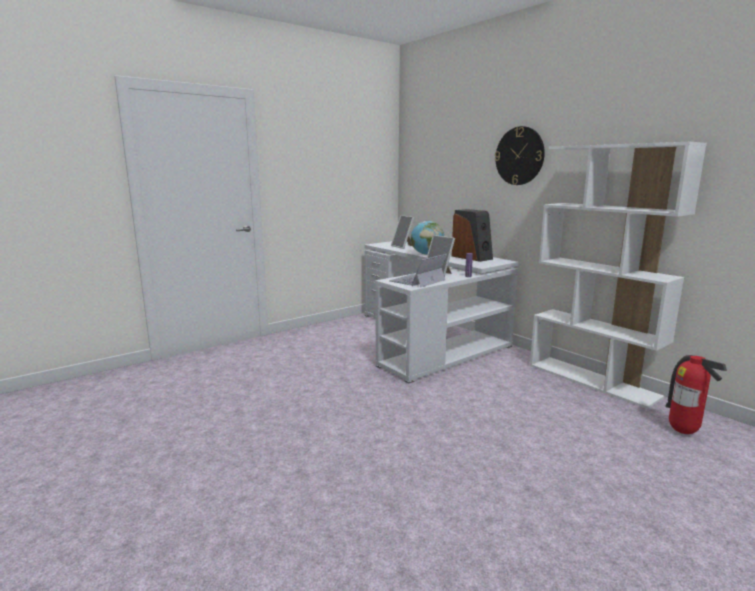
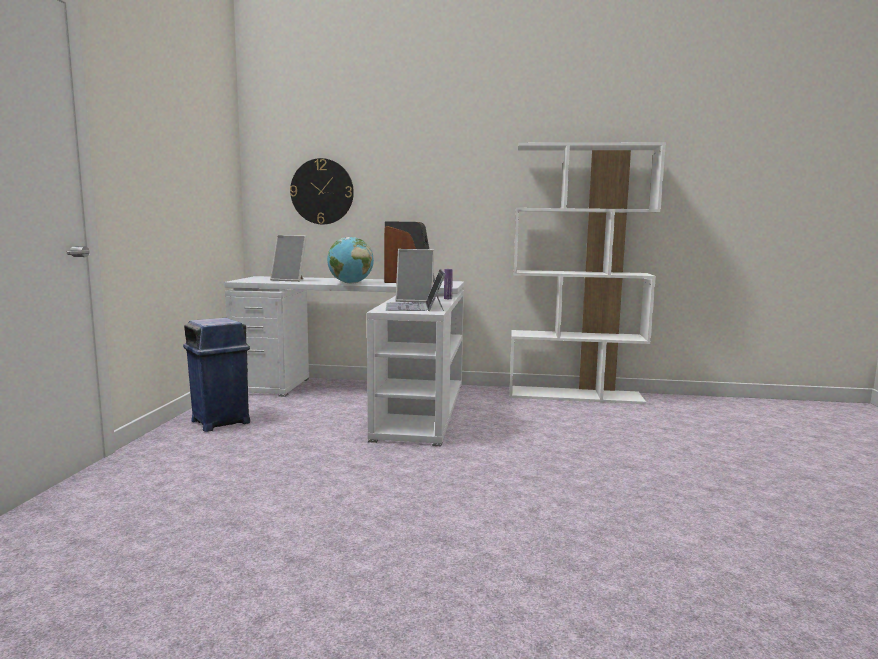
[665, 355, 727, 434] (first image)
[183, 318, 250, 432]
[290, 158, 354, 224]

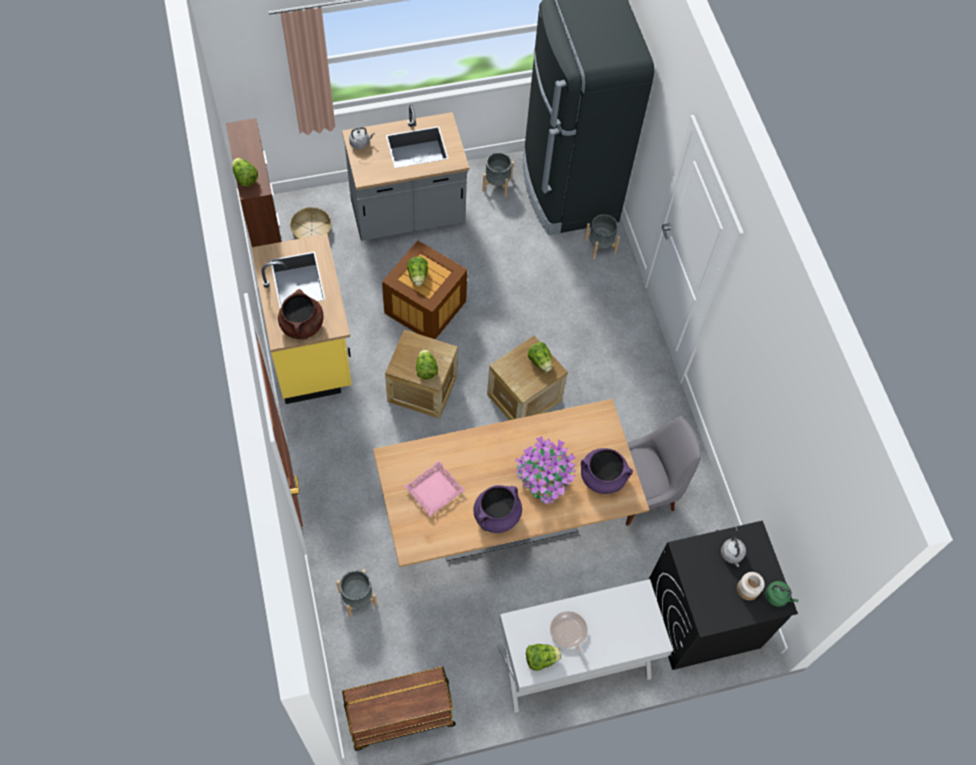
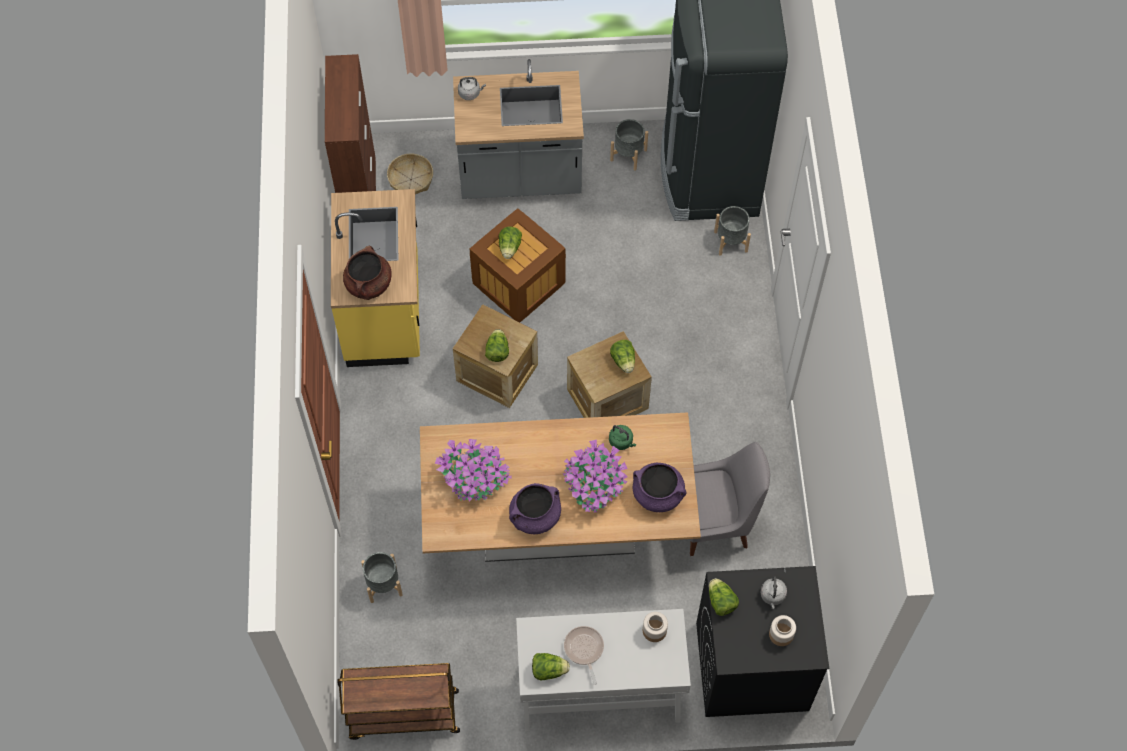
[643, 612, 668, 642]
[709, 578, 739, 616]
[609, 425, 637, 450]
[435, 439, 512, 502]

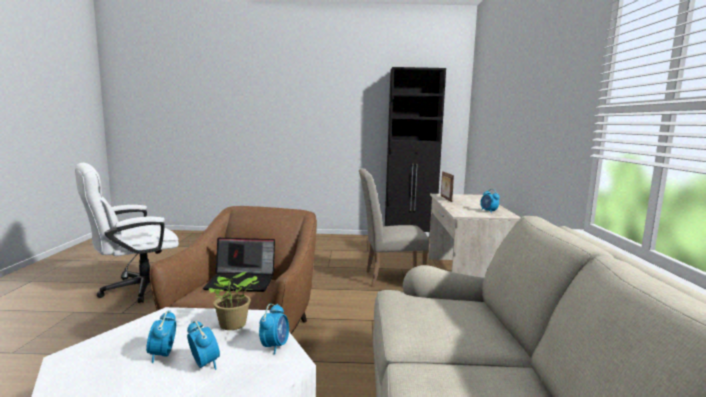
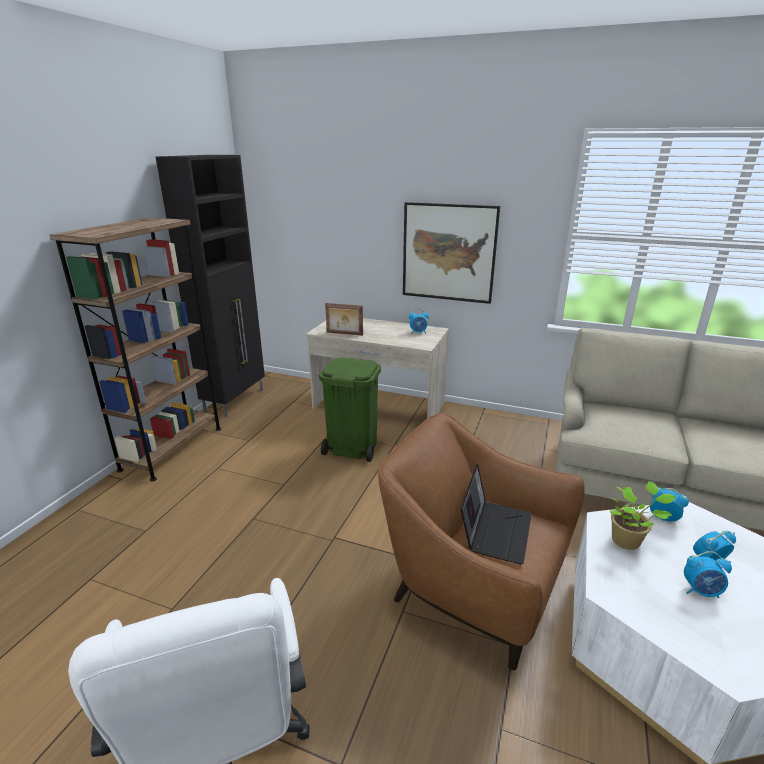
[50, 217, 221, 481]
[403, 202, 500, 304]
[319, 358, 381, 462]

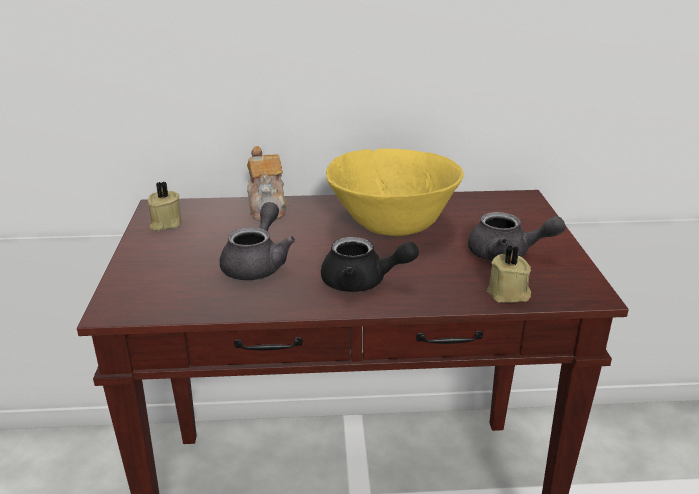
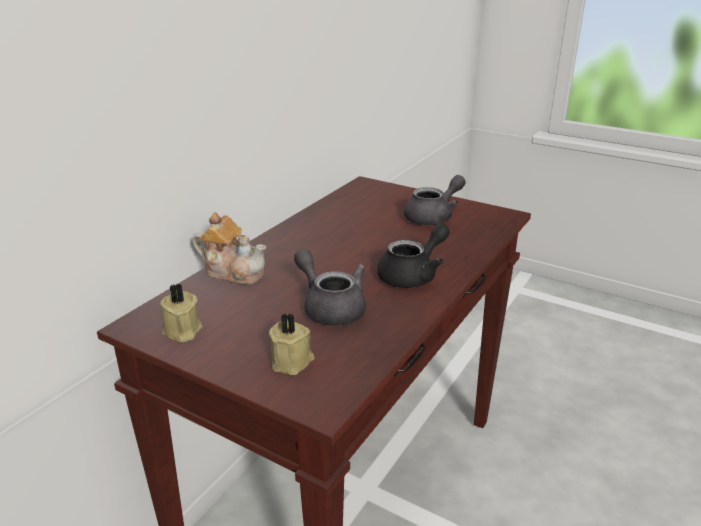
[326, 148, 464, 236] (first image)
[269, 313, 314, 375]

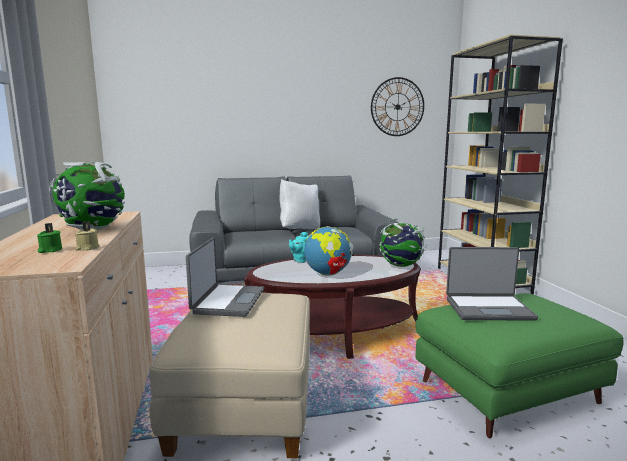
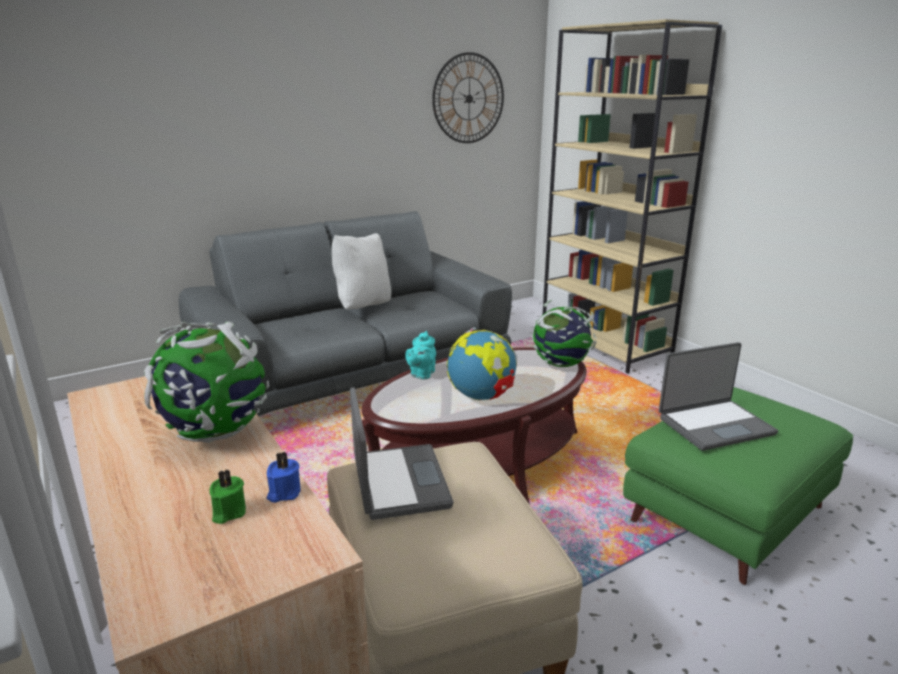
[267, 452, 301, 503]

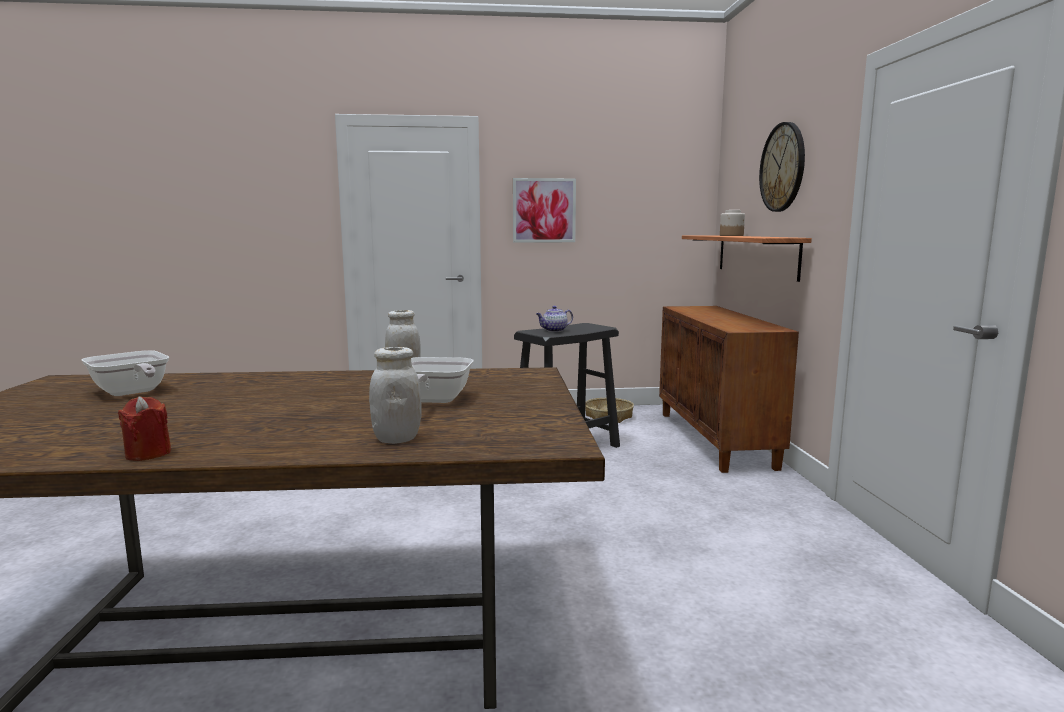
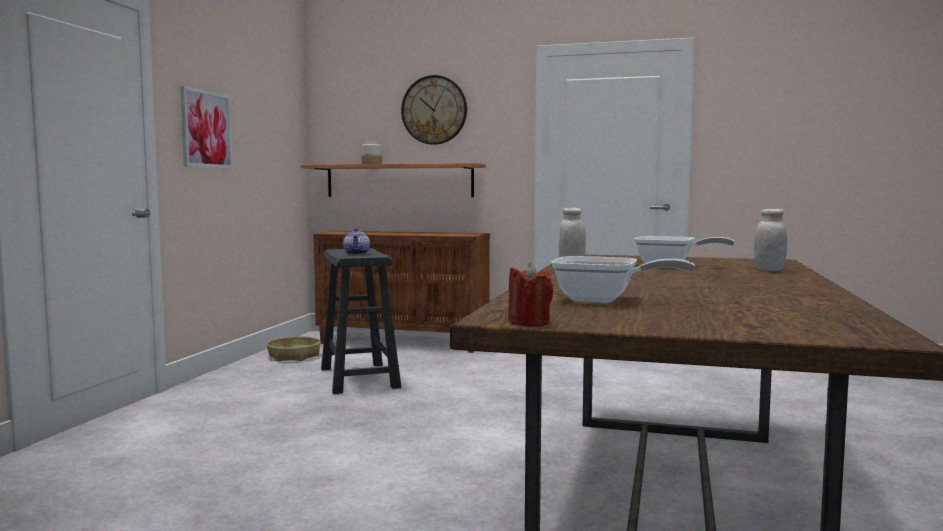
[508, 263, 553, 326]
[551, 256, 695, 303]

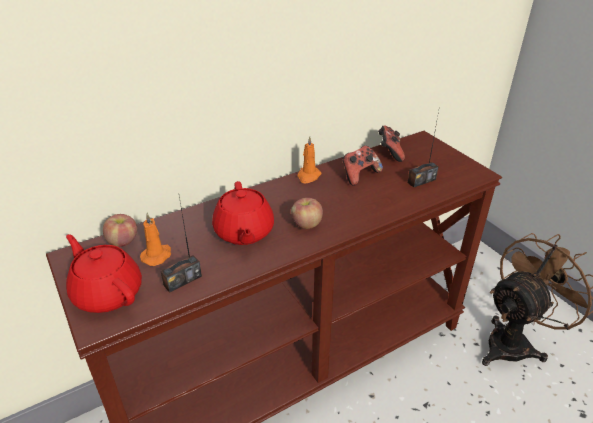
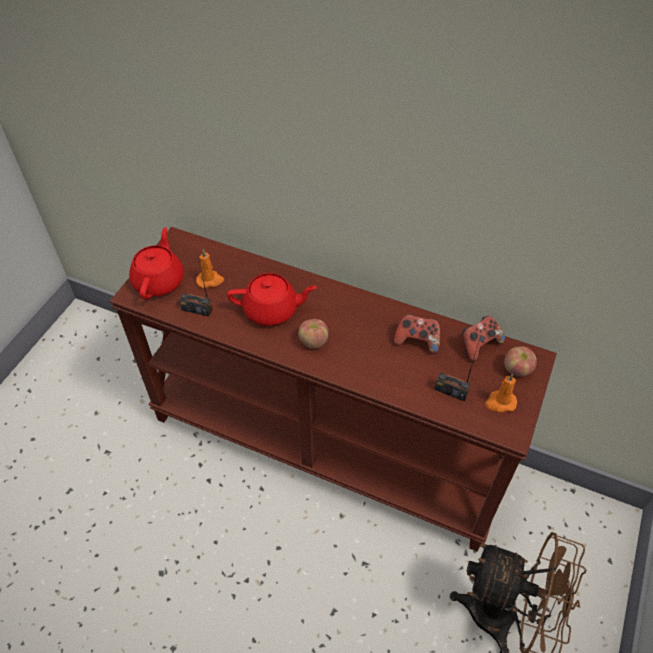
[504, 346, 537, 377]
[485, 373, 517, 413]
[227, 273, 317, 326]

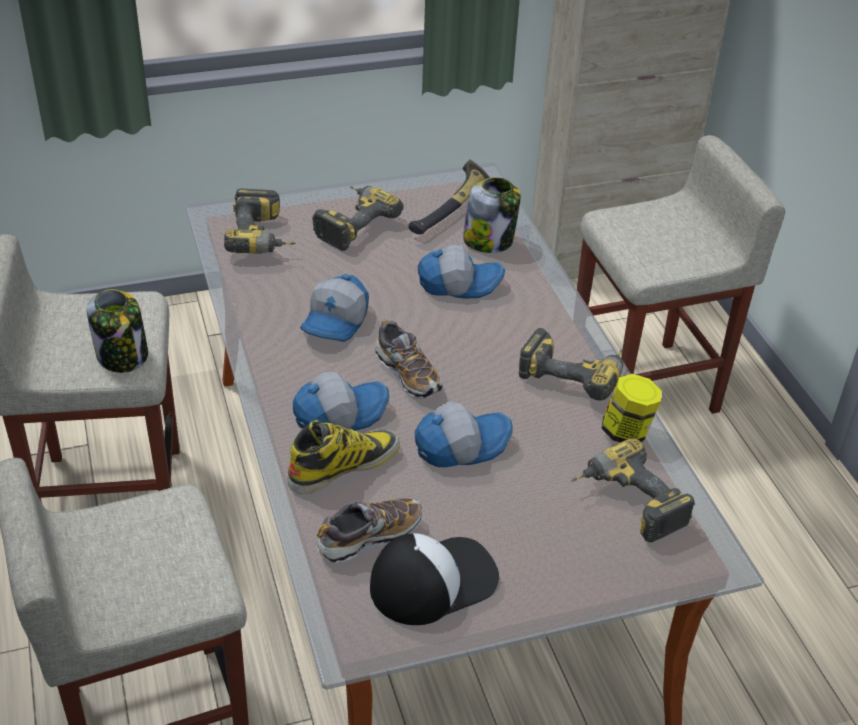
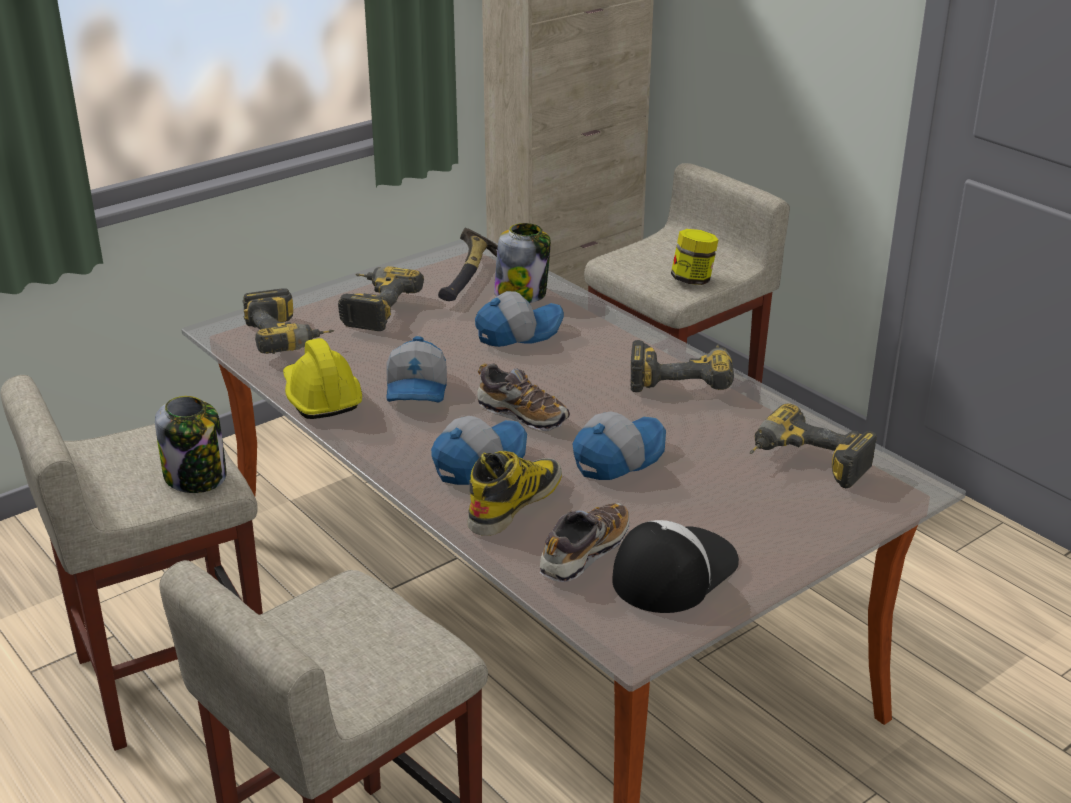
[283, 338, 362, 419]
[671, 229, 718, 285]

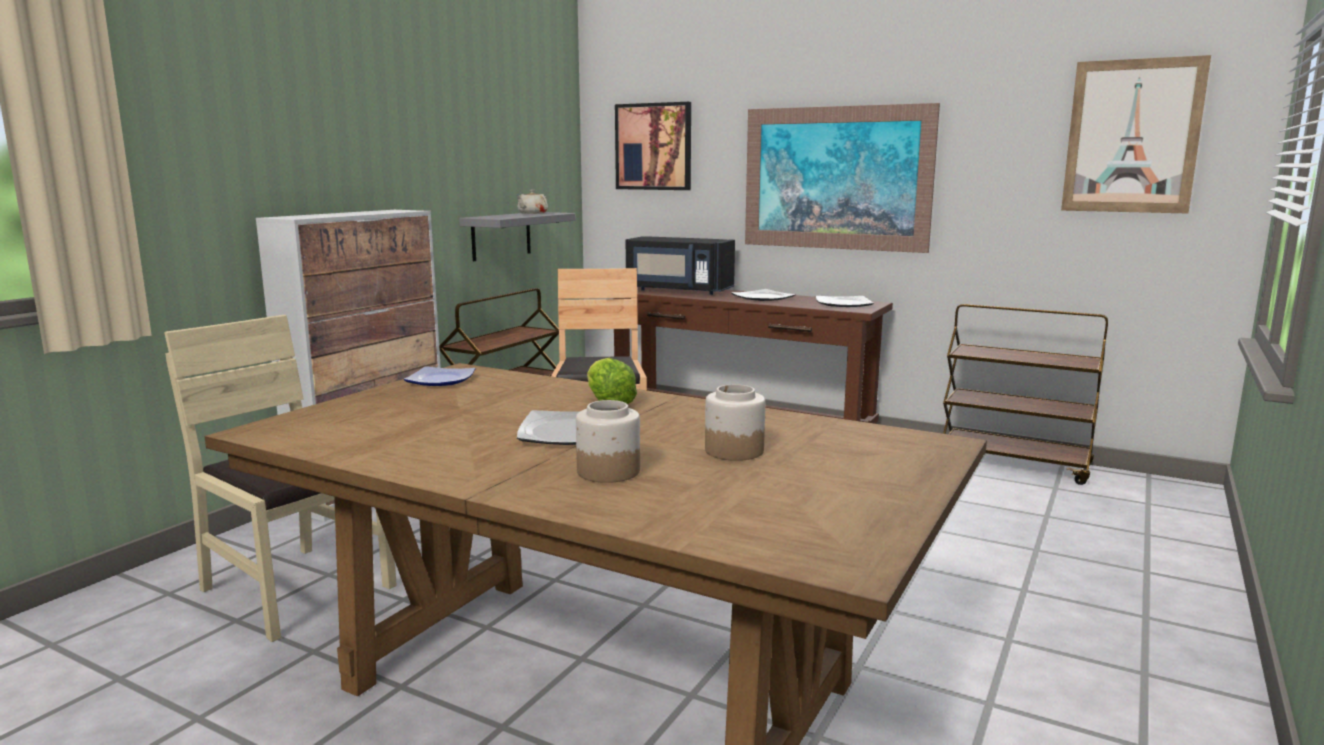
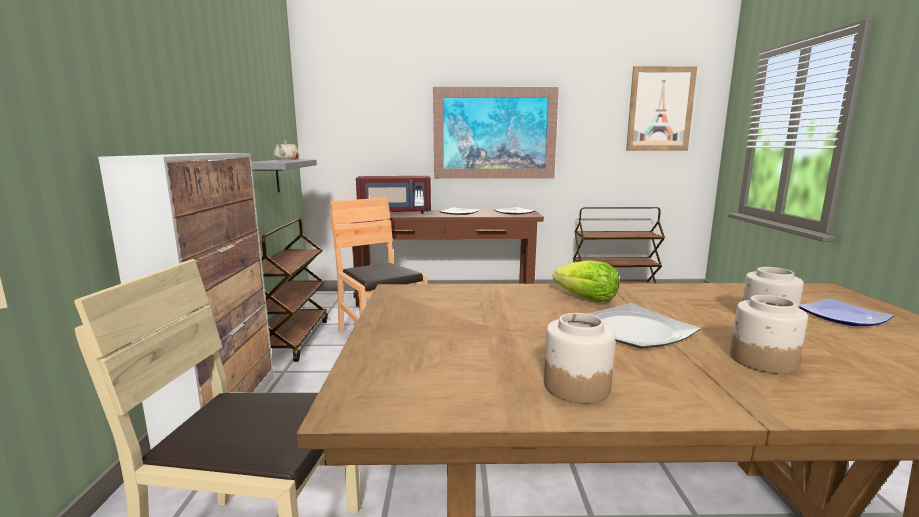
[615, 102, 691, 190] (first image)
[544, 313, 616, 404]
[799, 298, 894, 326]
[356, 176, 431, 214]

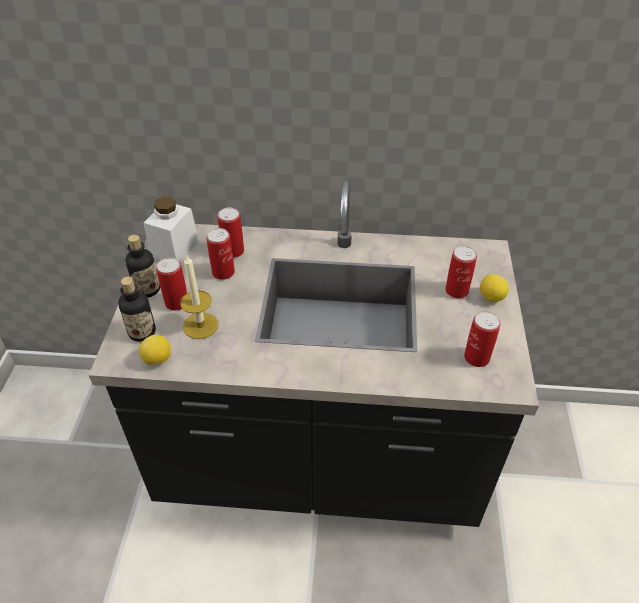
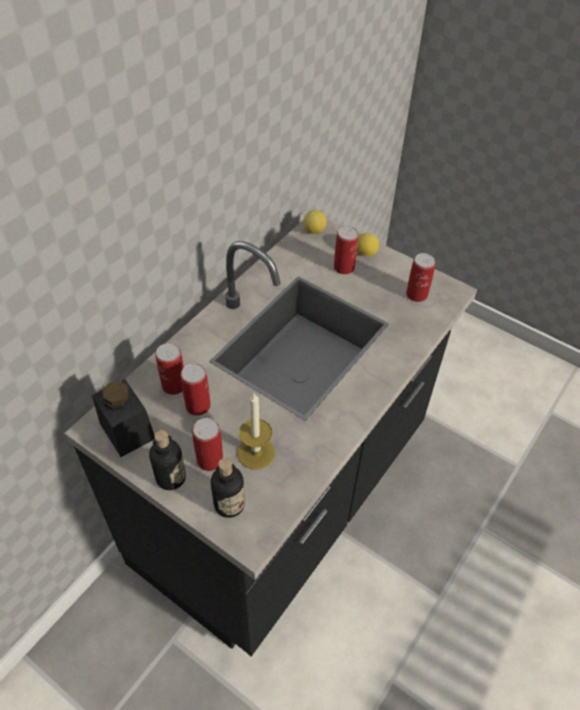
[303, 210, 327, 234]
[92, 379, 155, 457]

